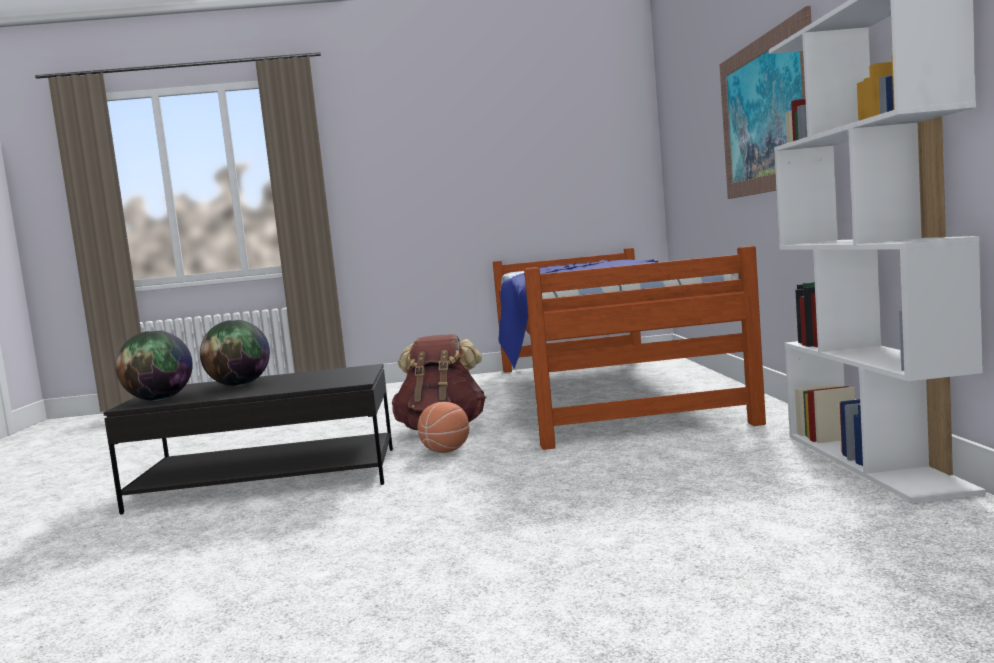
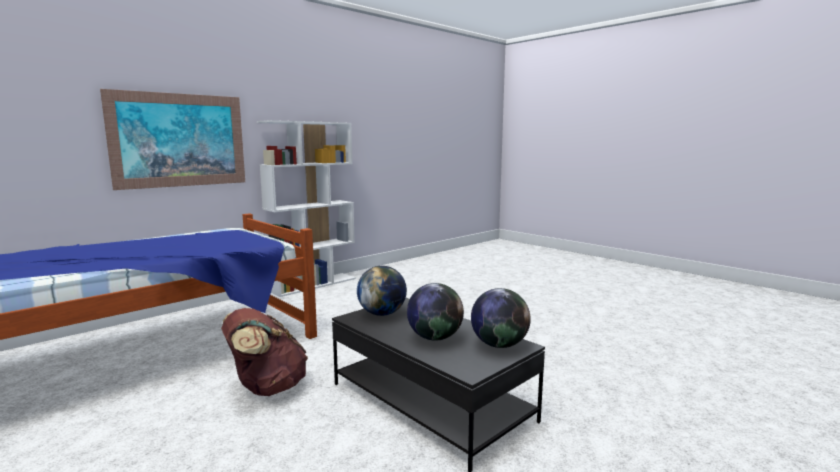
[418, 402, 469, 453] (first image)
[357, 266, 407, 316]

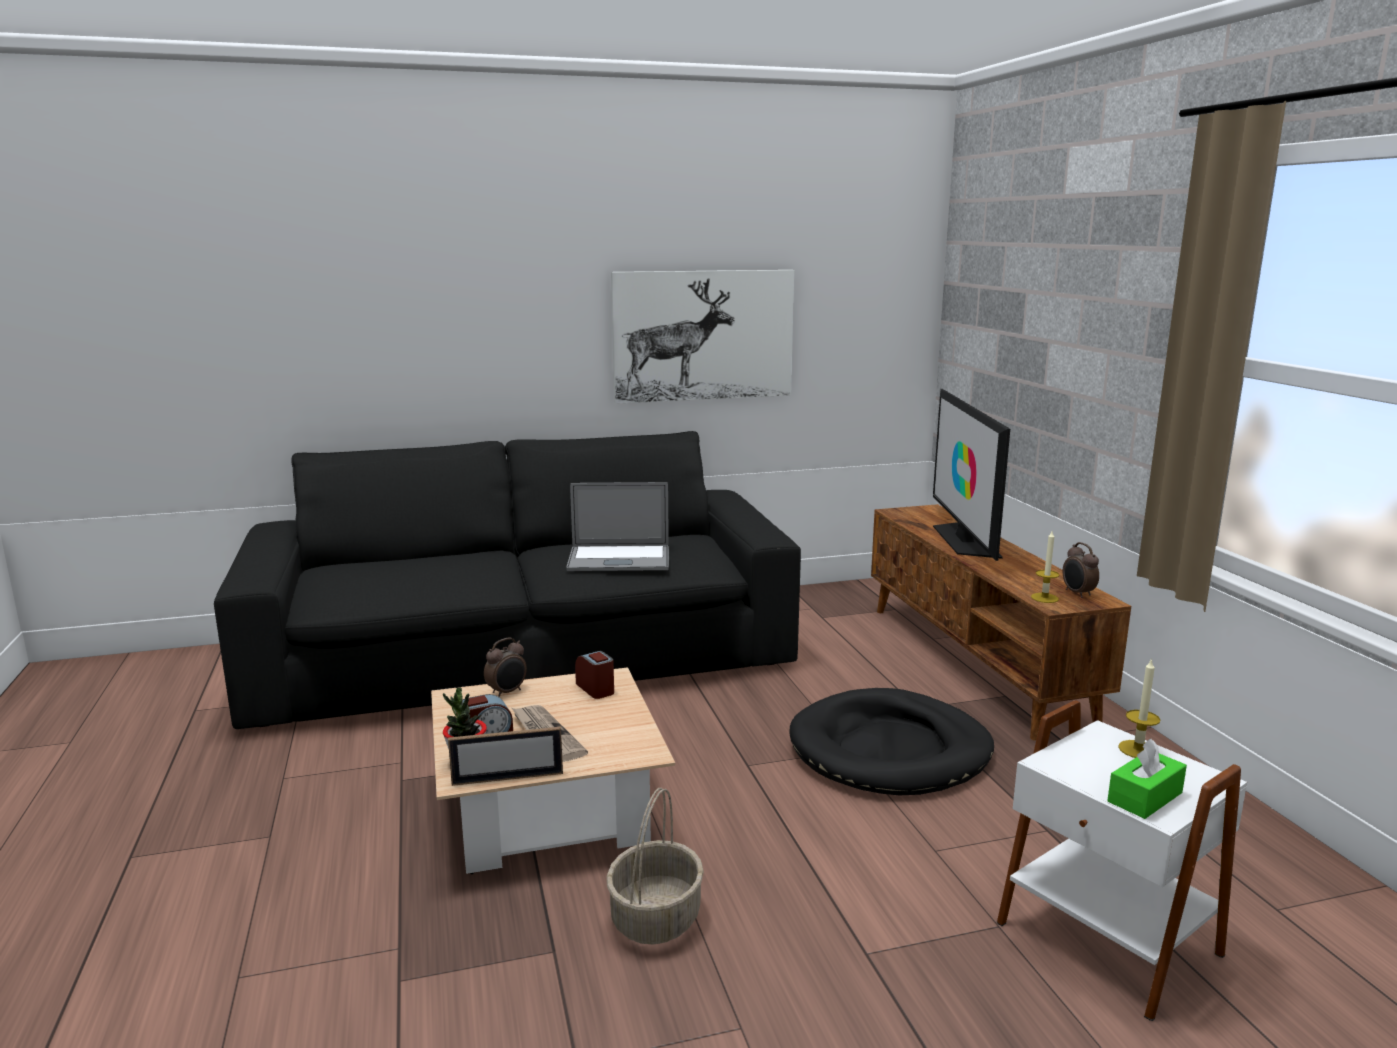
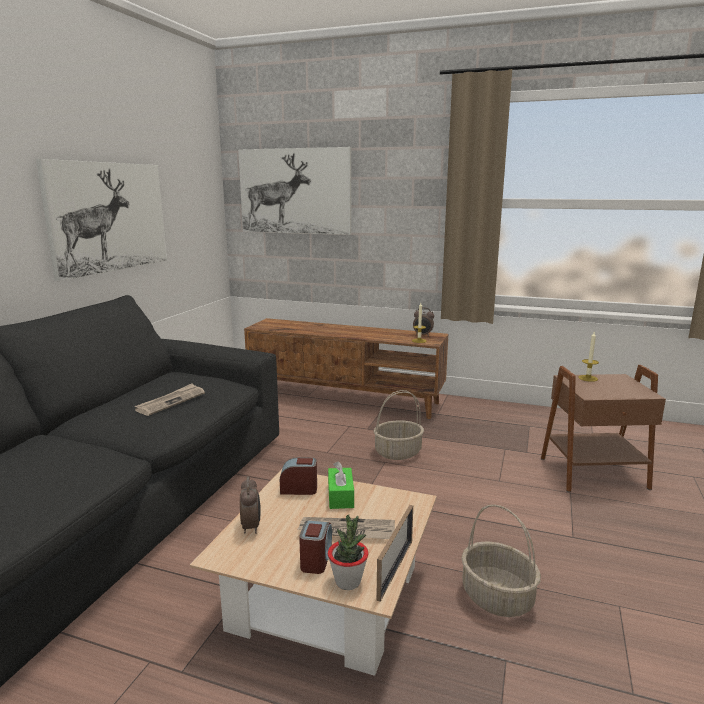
[933, 389, 1010, 561] (first image)
[238, 147, 351, 235]
[328, 461, 354, 509]
[135, 383, 205, 416]
[374, 390, 424, 460]
[541, 365, 666, 492]

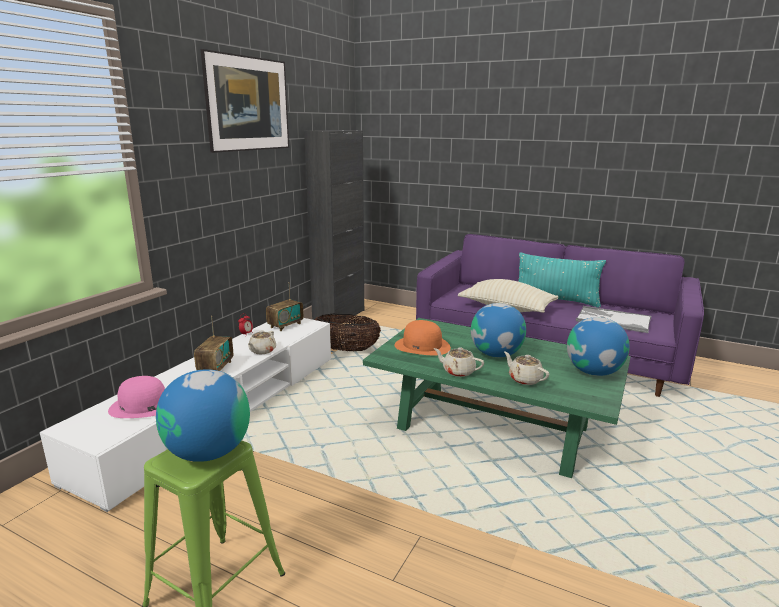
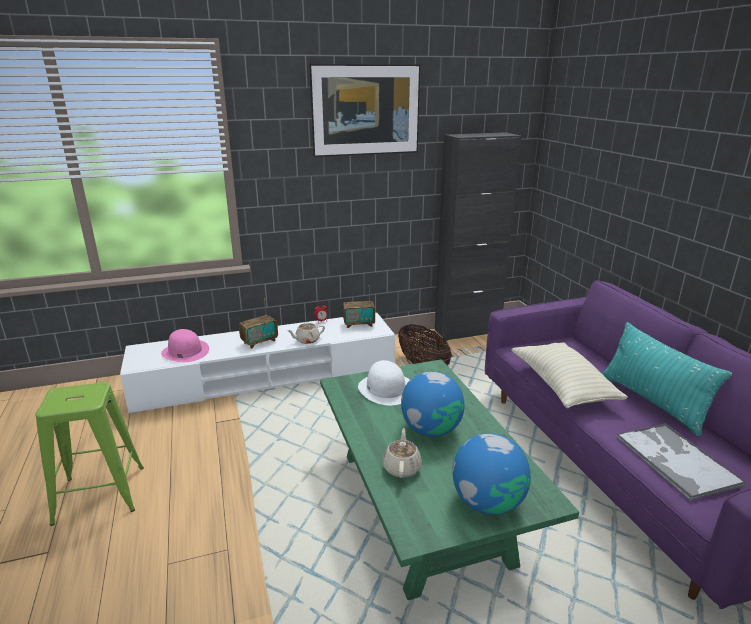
[156, 369, 250, 462] (first image)
[433, 348, 484, 377] (first image)
[358, 360, 410, 405]

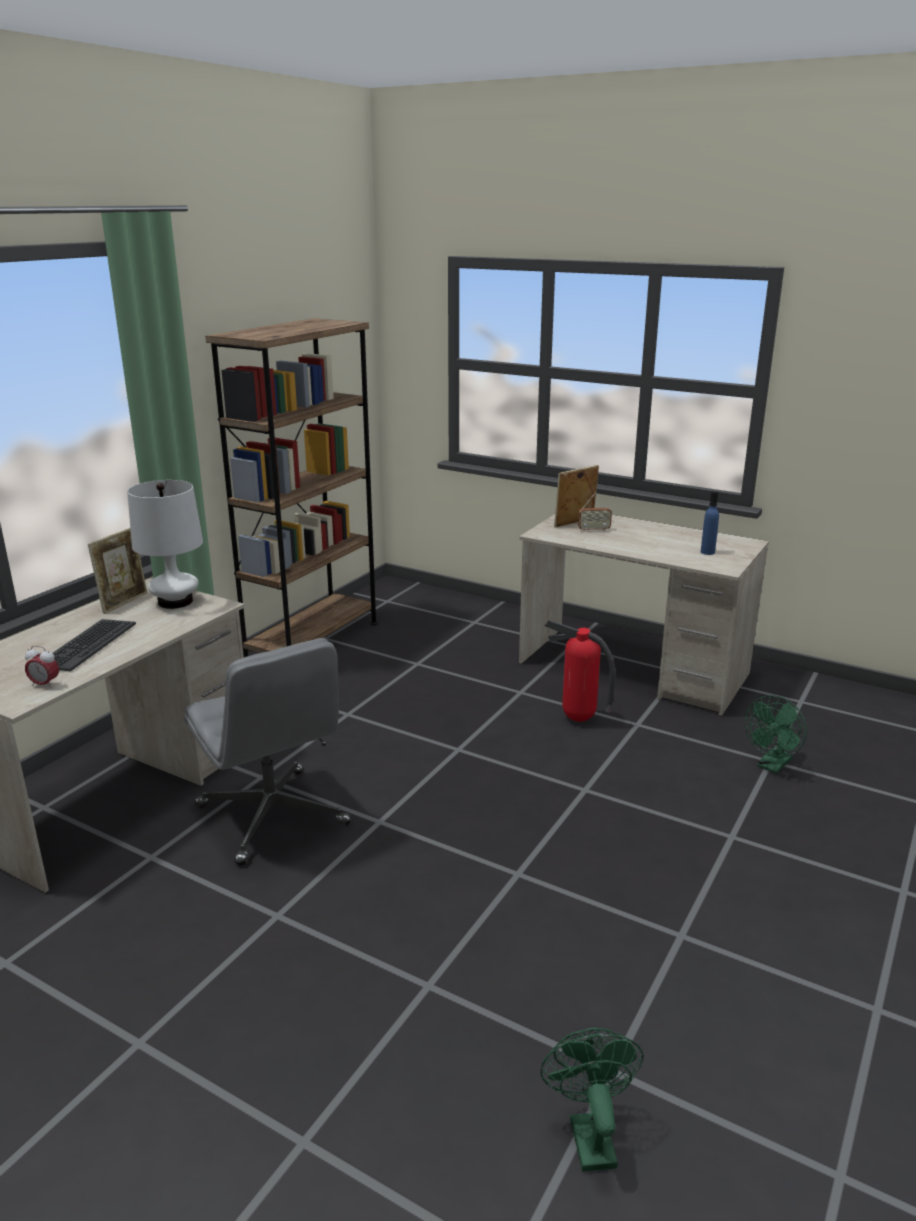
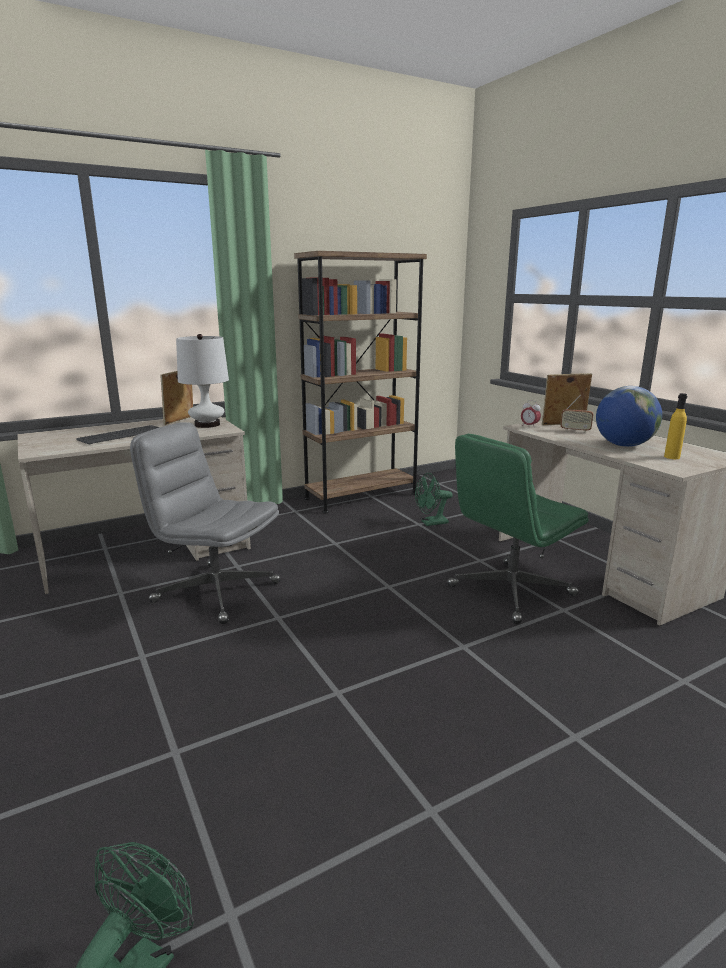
[596, 386, 662, 447]
[521, 400, 541, 428]
[415, 473, 453, 526]
[447, 434, 589, 624]
[664, 393, 687, 459]
[160, 371, 193, 425]
[130, 422, 281, 624]

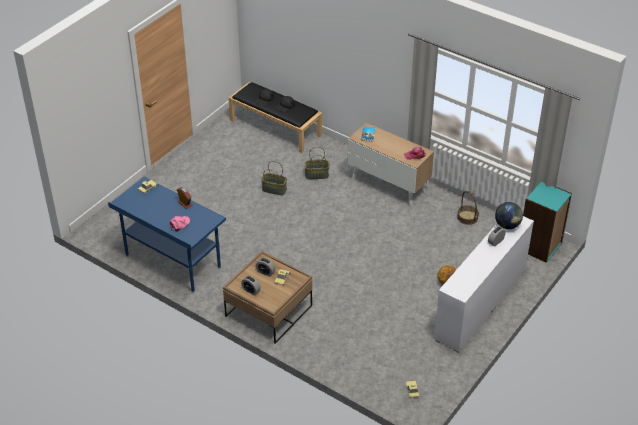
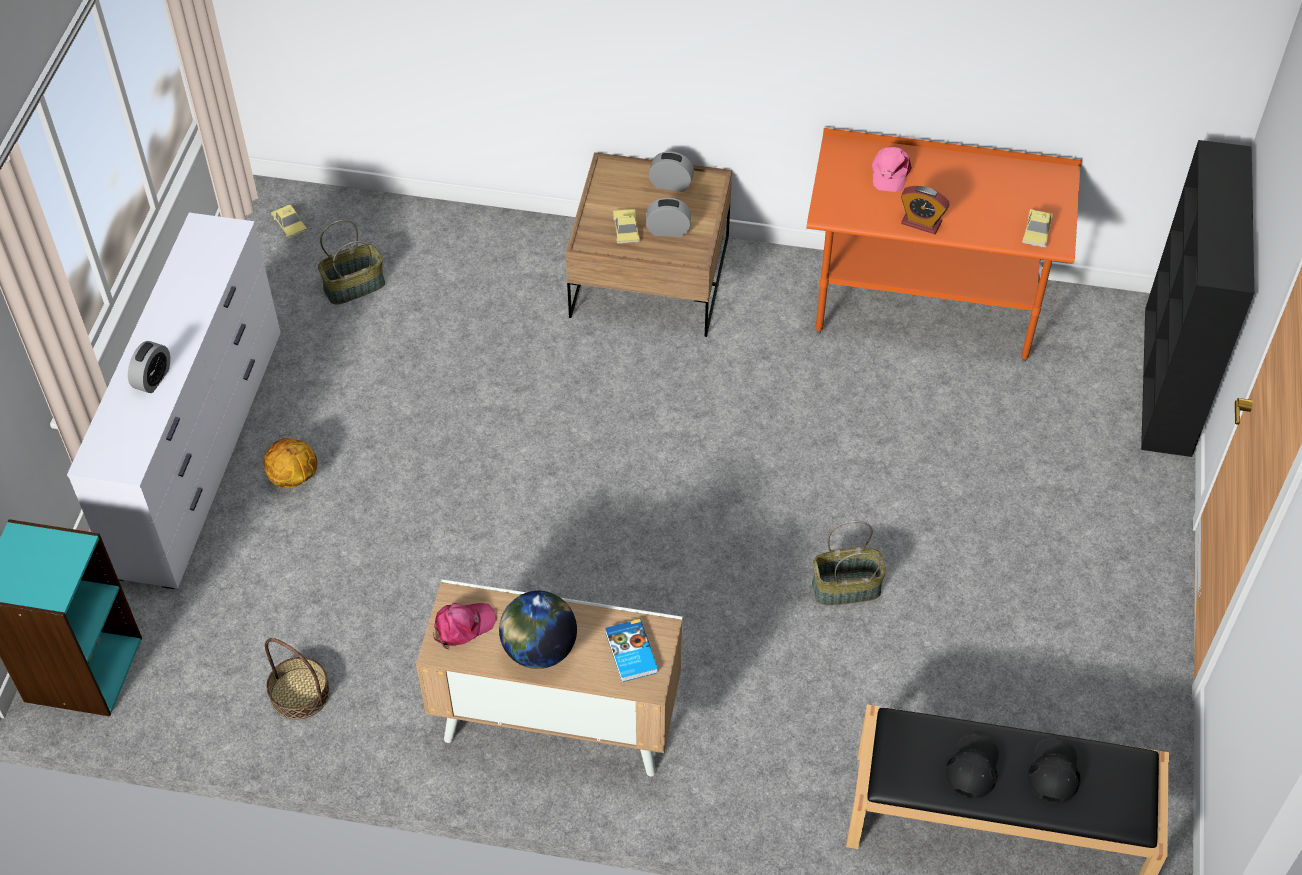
[1141, 140, 1254, 457]
[318, 219, 385, 305]
[499, 591, 577, 669]
[806, 128, 1082, 362]

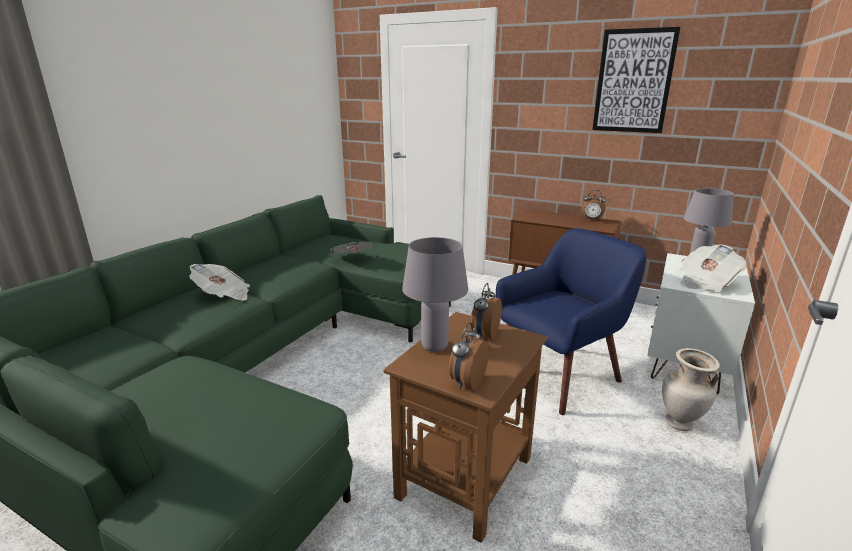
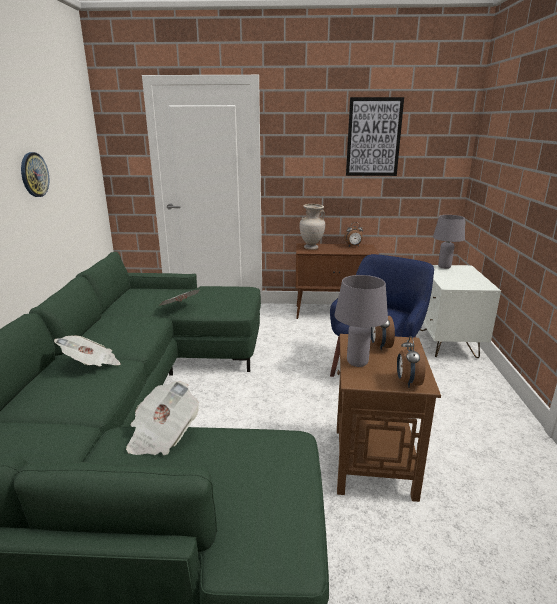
[21, 152, 49, 197]
[299, 204, 325, 250]
[126, 381, 199, 455]

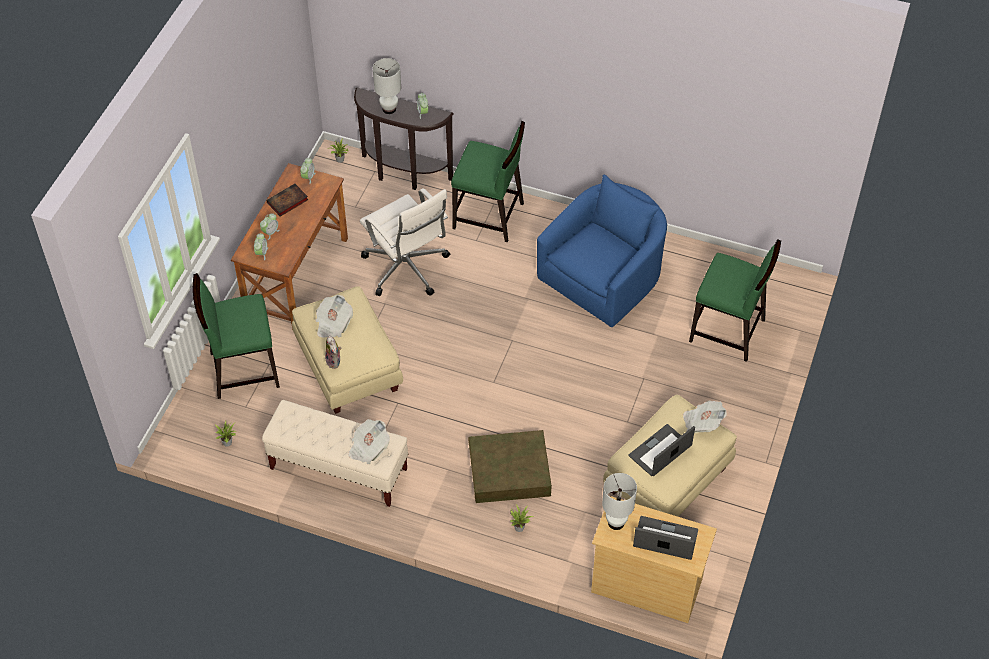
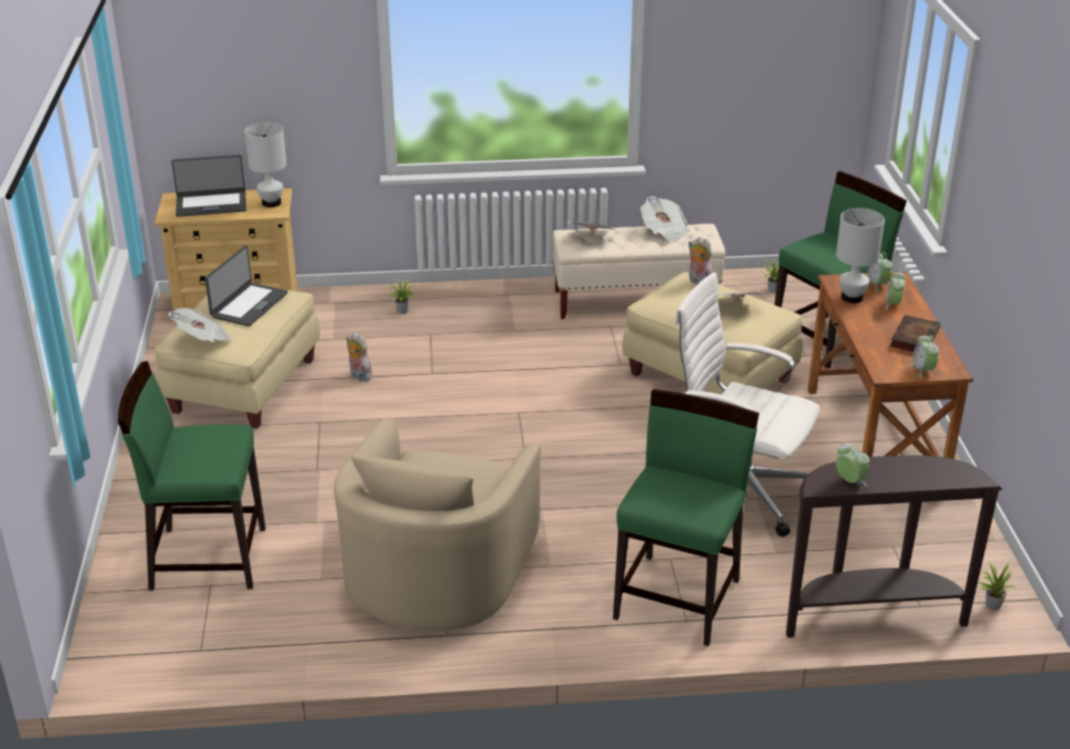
[468, 430, 552, 503] (first image)
[347, 332, 372, 382]
[640, 196, 690, 243]
[836, 208, 885, 303]
[334, 418, 541, 630]
[613, 389, 759, 646]

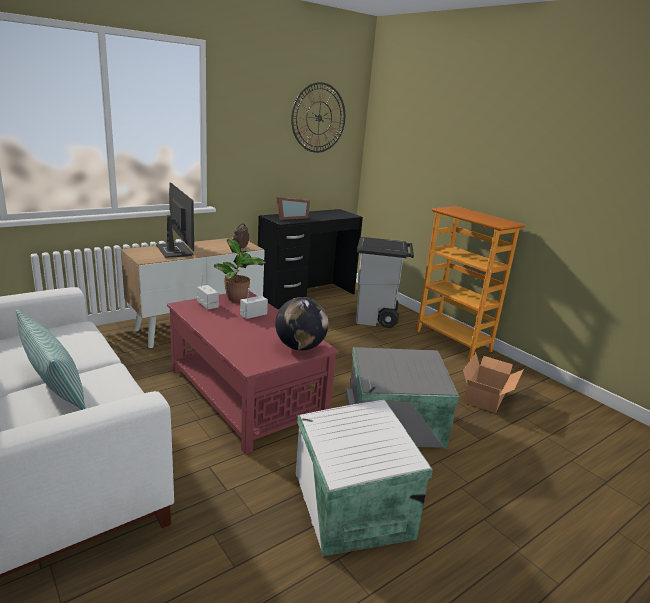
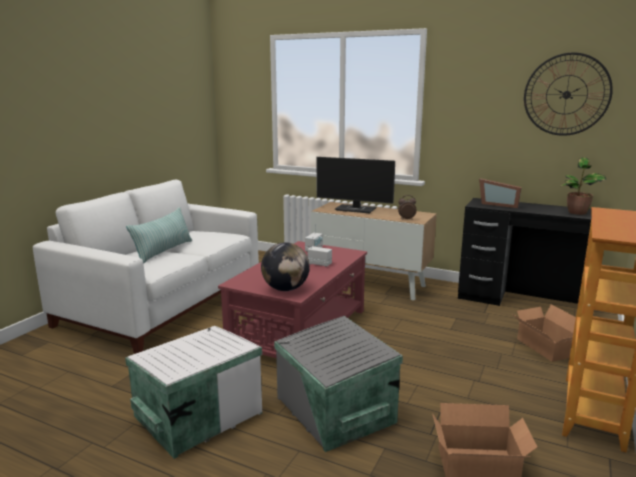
[559, 157, 606, 215]
[514, 304, 576, 362]
[317, 157, 395, 213]

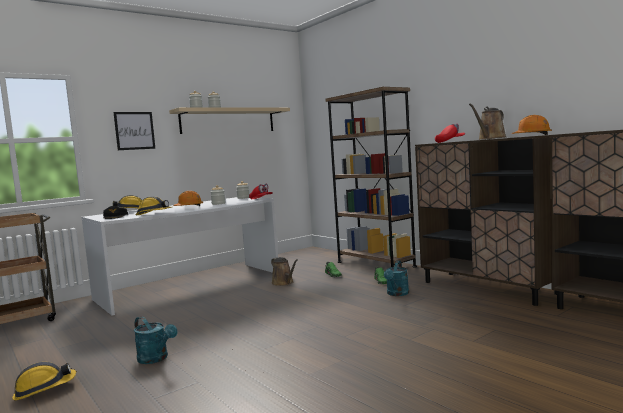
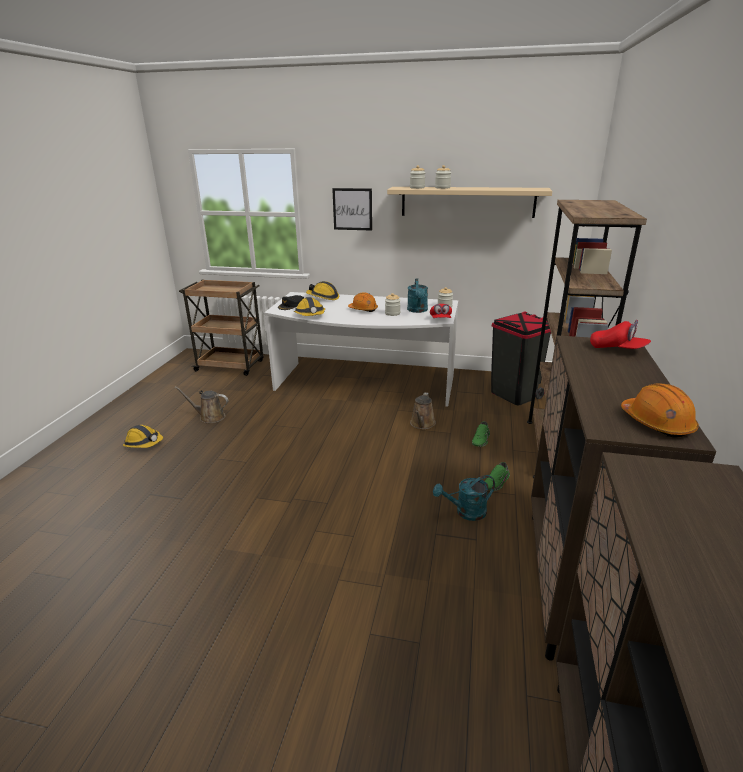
[491, 312, 551, 406]
[407, 279, 428, 313]
[175, 386, 228, 423]

